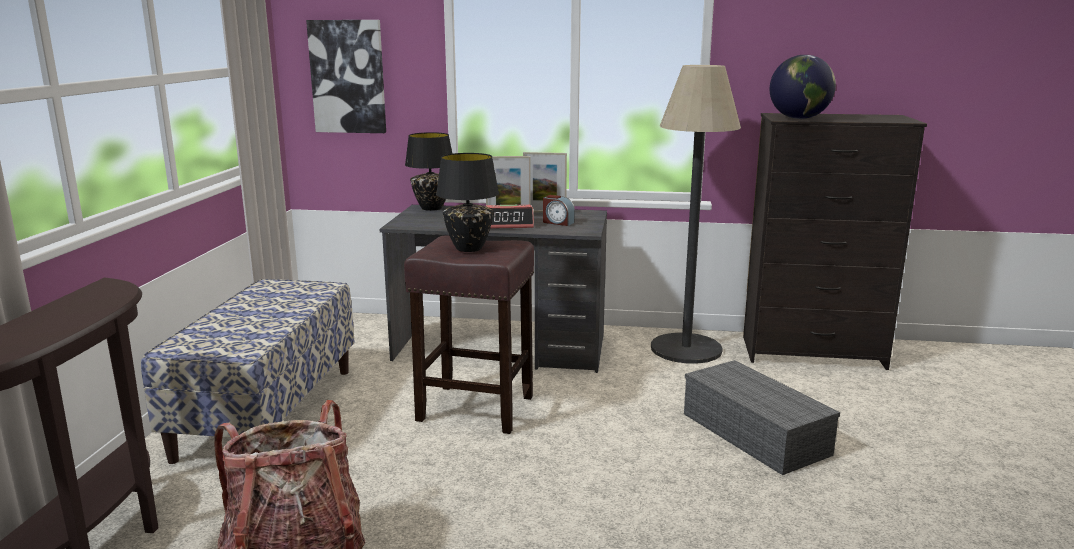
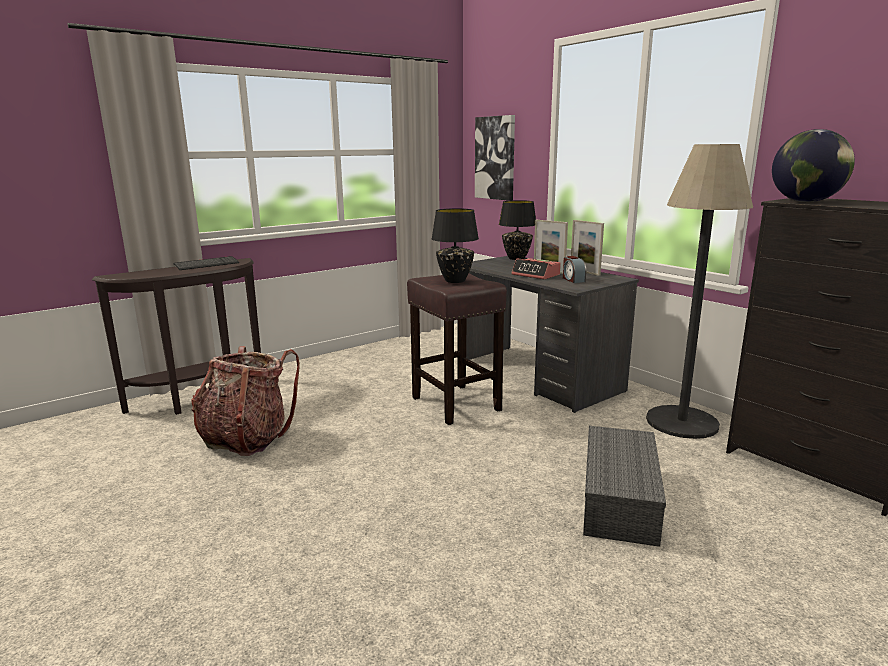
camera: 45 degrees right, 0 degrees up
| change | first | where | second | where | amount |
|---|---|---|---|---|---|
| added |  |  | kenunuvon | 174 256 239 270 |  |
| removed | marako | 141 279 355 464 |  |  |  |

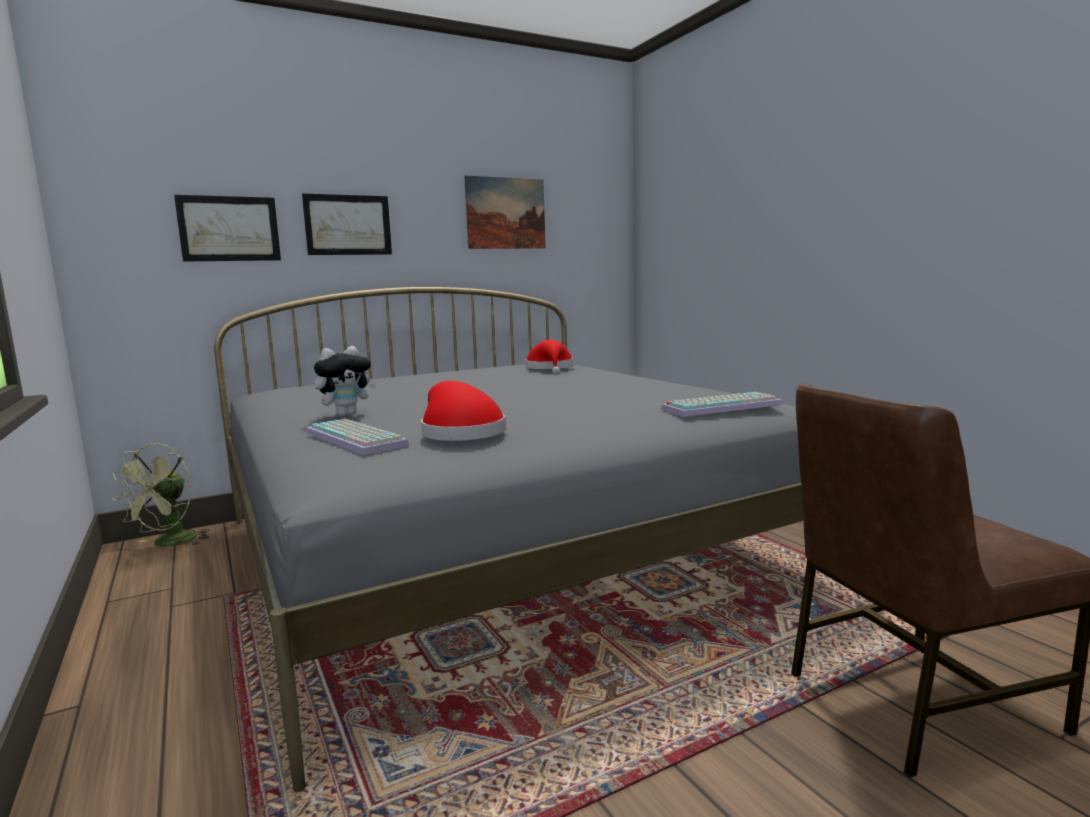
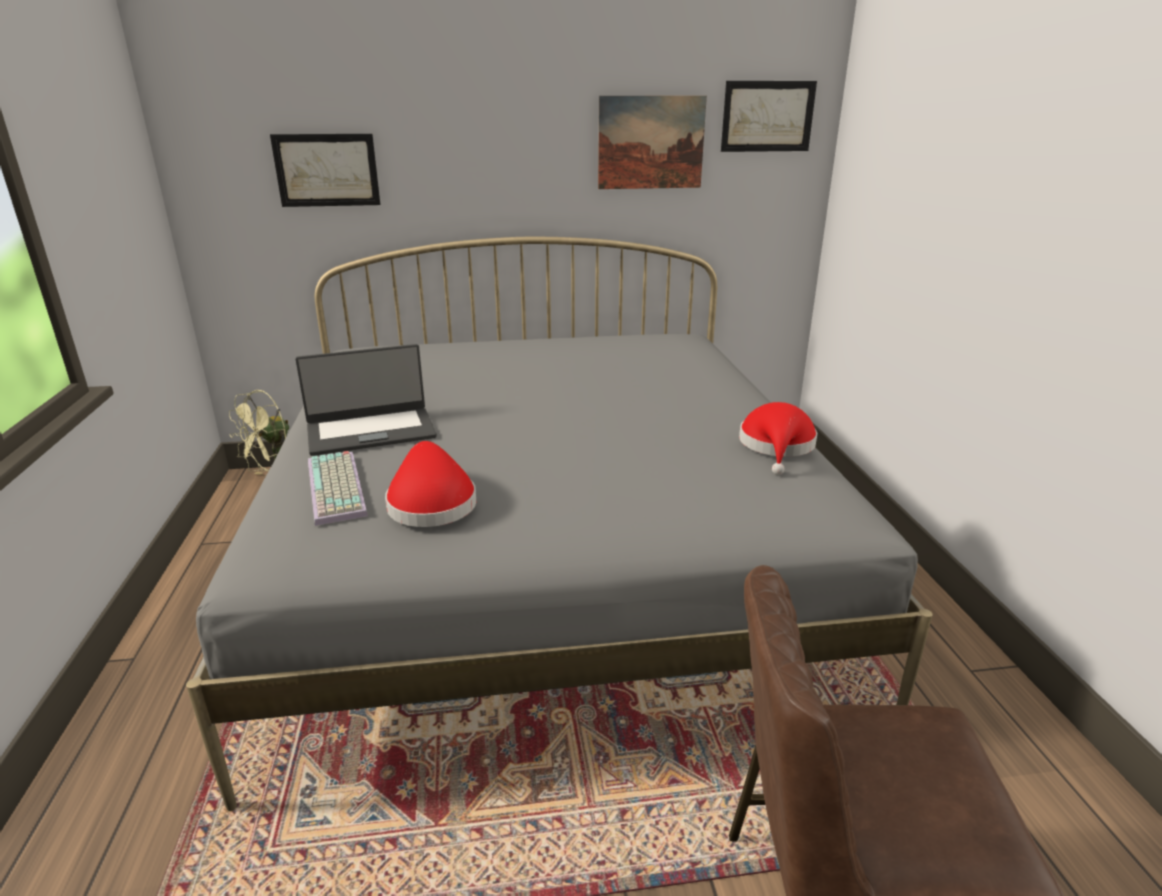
camera: 20 degrees right, 15 degrees up
| change | first | where | second | where | amount |
|---|---|---|---|---|---|
| replaced | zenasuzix | 314 346 376 416 | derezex | 295 344 437 456 |  |
| moved | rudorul | 302 193 392 255 |  | 721 81 817 152 |  |
| moved | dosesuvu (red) | 526 340 573 374 |  | 739 402 817 475 |  |
| removed | kenunuvon | 661 392 783 417 |  |  |  |

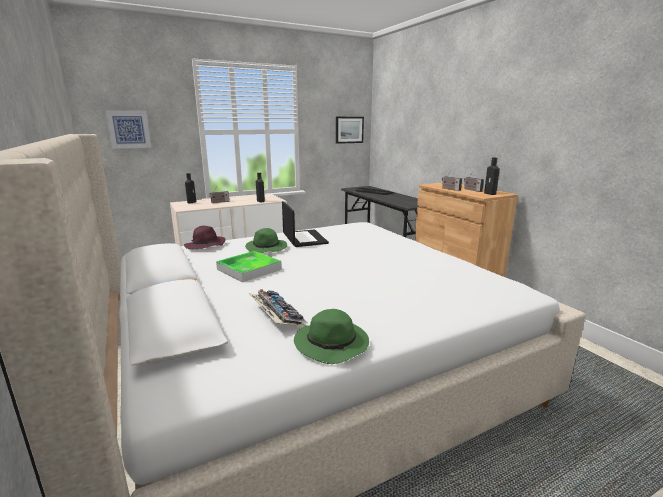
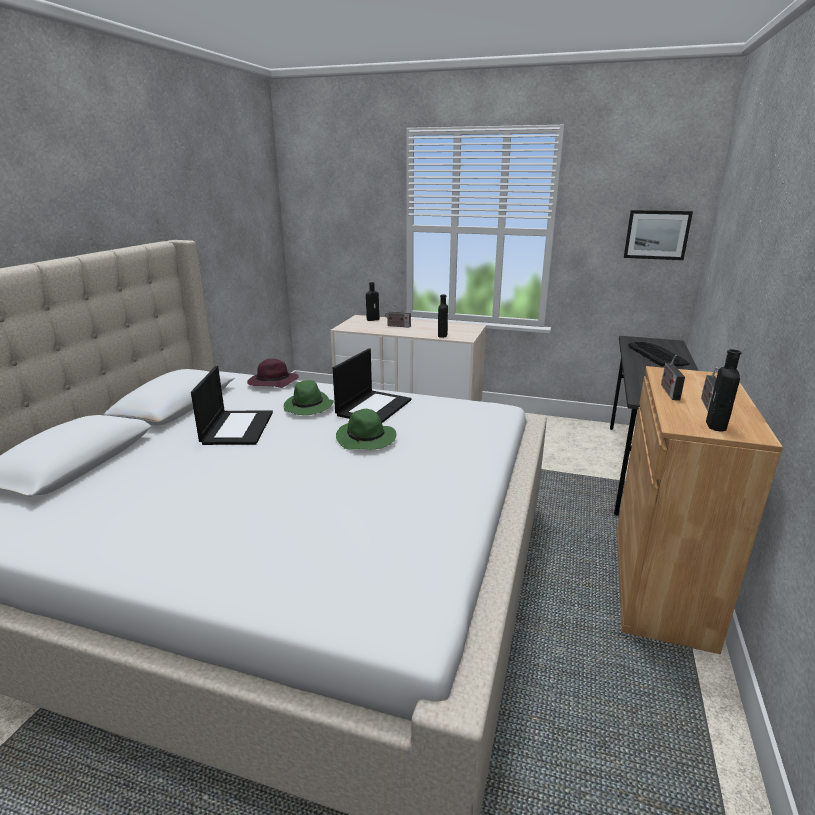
camera: 45 degrees right, 5 degrees up
| change | first | where | second | where | amount |
|---|---|---|---|---|---|
| replaced | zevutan | 216 251 282 282 | derezex | 191 366 273 445 |  |
| moved | dosesuvu (green) | 294 309 369 364 |  | 336 409 396 450 |  |
| removed | rudorul | 105 110 151 149 |  |  |  |
| removed | kenunuvon | 249 289 307 327 |  |  |  |

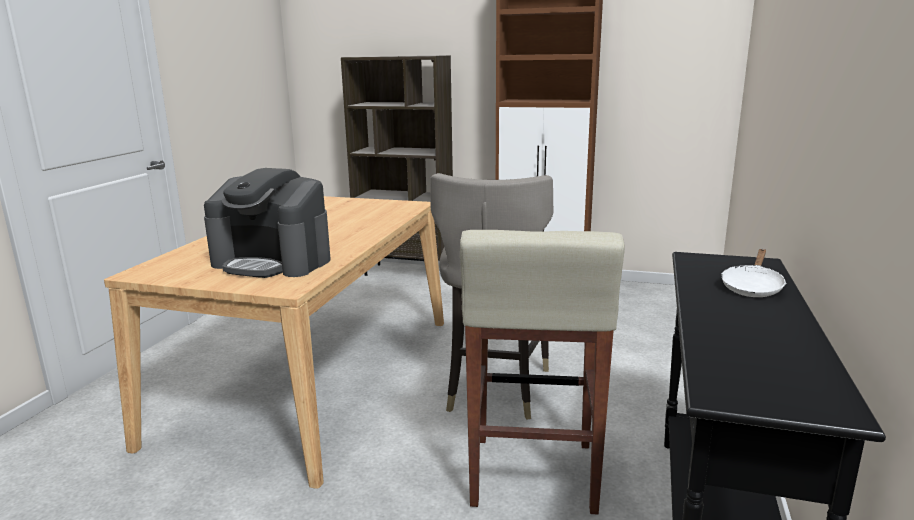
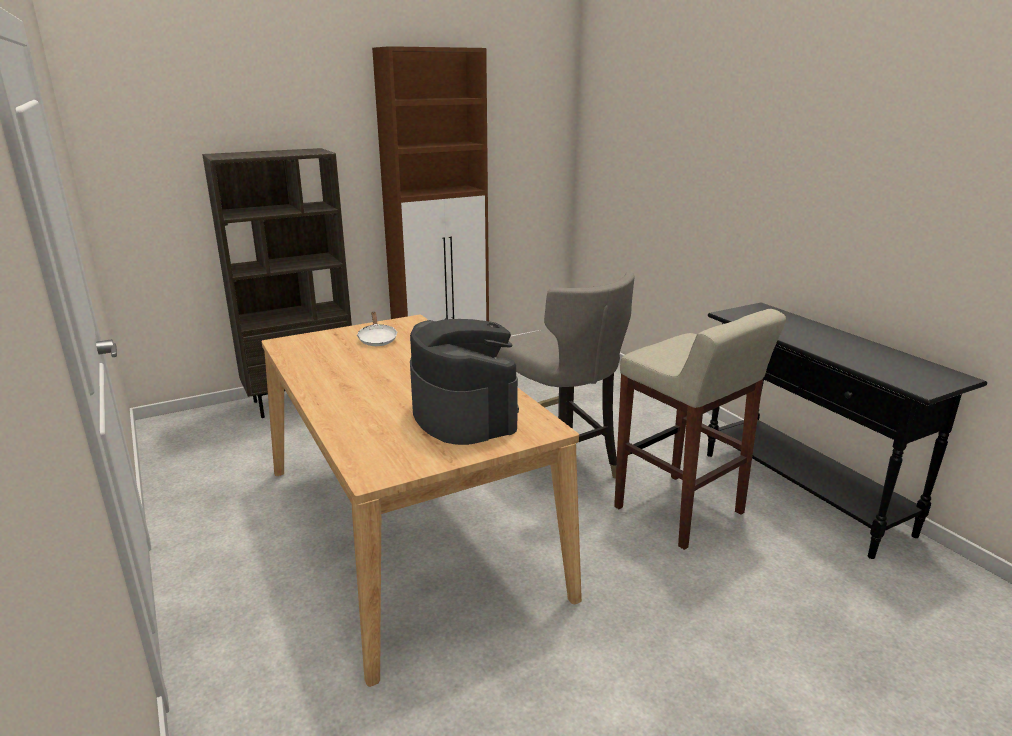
camera: 45 degrees left, 5 degrees up
| change | first | where | second | where | amount |
|---|---|---|---|---|---|
| moved | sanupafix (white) | 721 249 787 297 |  | 357 312 397 346 |  |
| turned | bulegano | 204 168 331 278 |  | 410 319 519 445 | 90 degrees counterclockwise |

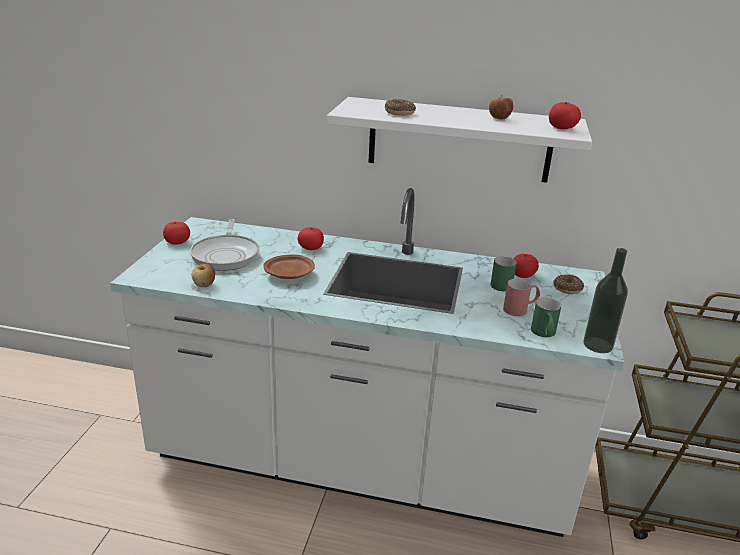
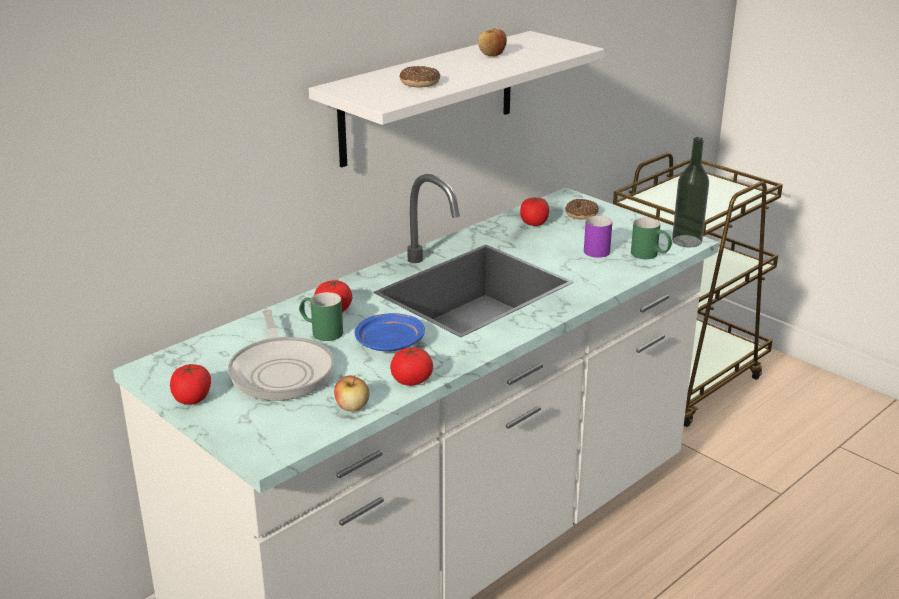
camera: 55 degrees left, 0 degrees up
| change | first | where | second | where | amount |
|---|---|---|---|---|---|
| turned | sanupafix | 190 219 259 271 |  | 228 310 334 401 | 45 degrees clockwise |
| moved | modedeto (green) | 491 256 517 291 |  | 299 292 343 341 |  |
| recoloured | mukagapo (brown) | 263 255 315 279 | mukagapo (blue) | 354 313 425 351 |  |
| moved | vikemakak | 549 102 581 129 |  | 390 347 433 386 |  |
| recoloured | modedeto (red) | 503 279 540 316 | modedeto (purple) | 584 216 612 258 |  |

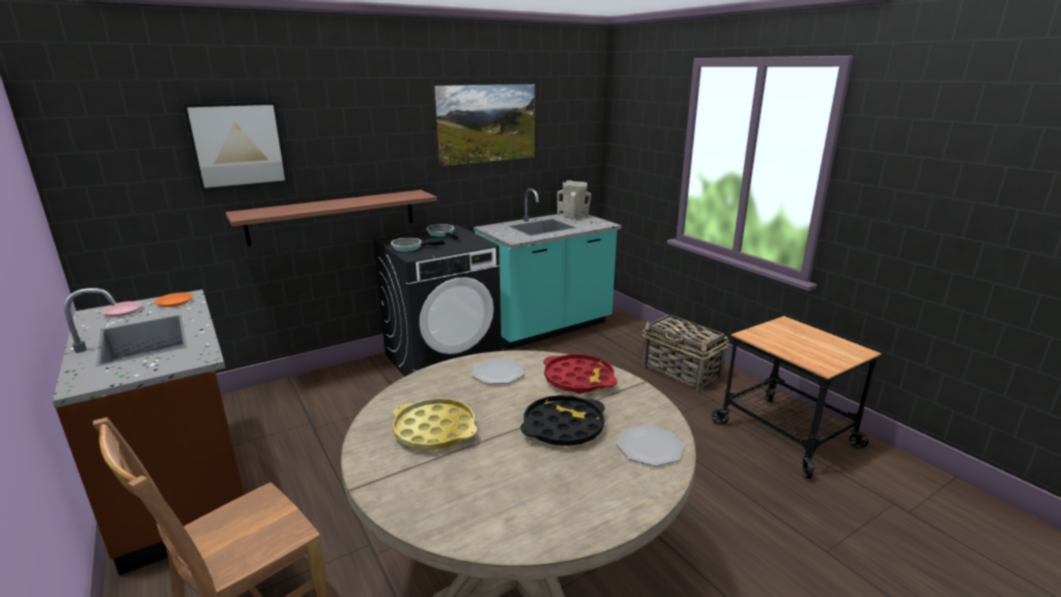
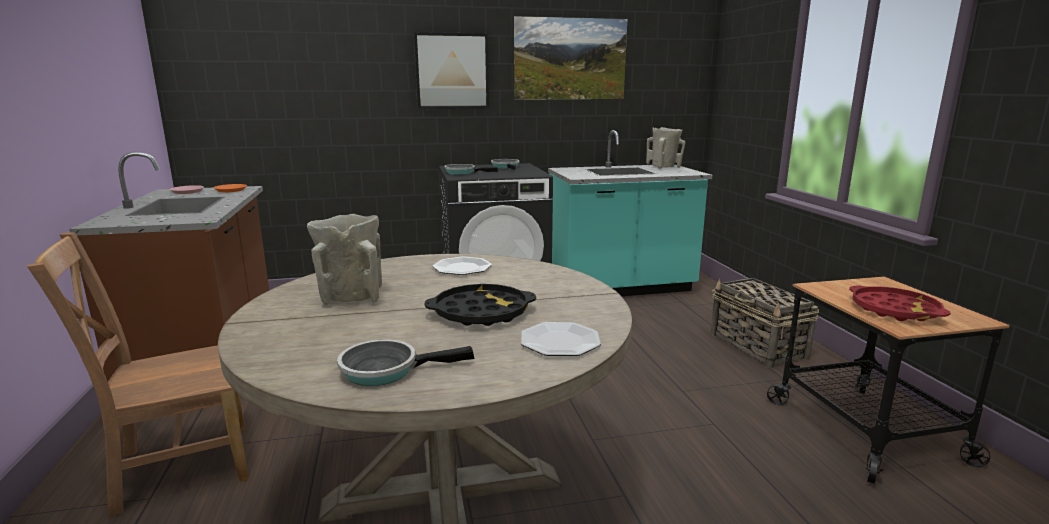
camera: 20 degrees right, 5 degrees down
| change | first | where | second | where | amount |
|---|---|---|---|---|---|
| replaced | zevutan (yellow) | 392 398 477 450 | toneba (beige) | 307 214 382 305 |  |
| added |  |  | sanupafix | 337 339 475 386 |  |
| moved | rudorul | 182 101 289 192 |  | 414 32 489 109 |  |
| moved | zevutan (red) | 543 354 617 394 |  | 849 285 950 321 |  |
| removed | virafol | 225 190 437 246 |  |  |  |

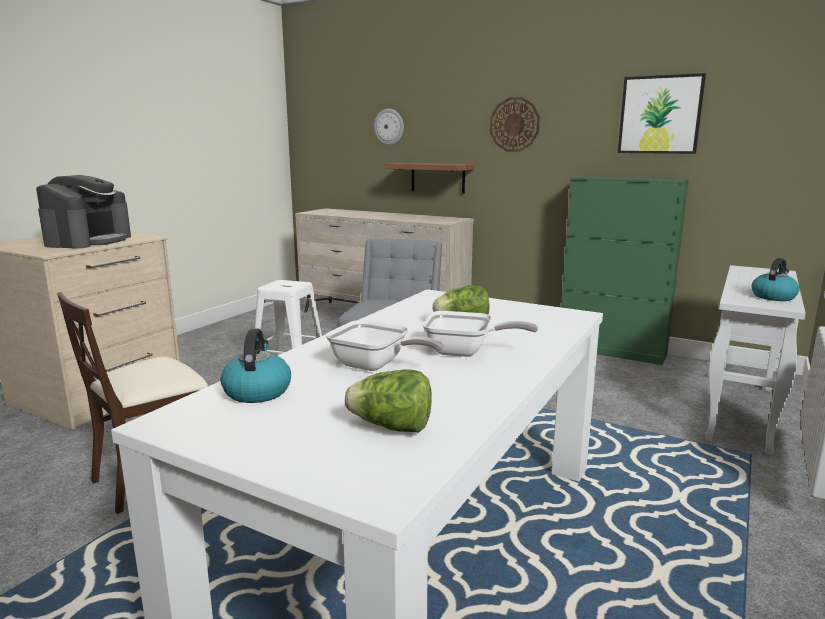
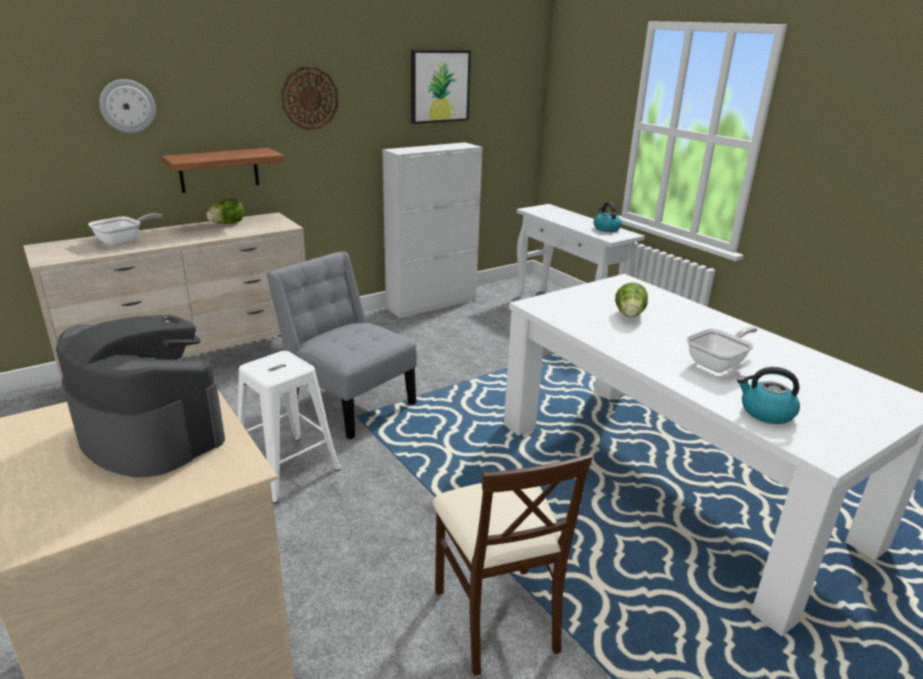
camera: 65 degrees left, 10 degrees up
| change | first | where | second | where | amount |
|---|---|---|---|---|---|
| moved | sanupafix | 423 311 538 357 |  | 88 213 162 246 |  |
| moved | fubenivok | 345 369 432 433 |  | 206 198 244 224 |  |
| recoloured | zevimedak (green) | 561 176 689 365 | zevimedak (white) | 382 142 483 318 |  |

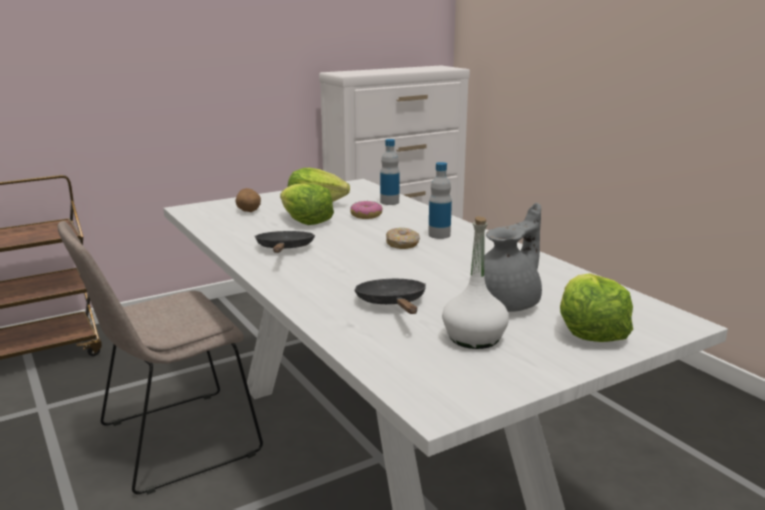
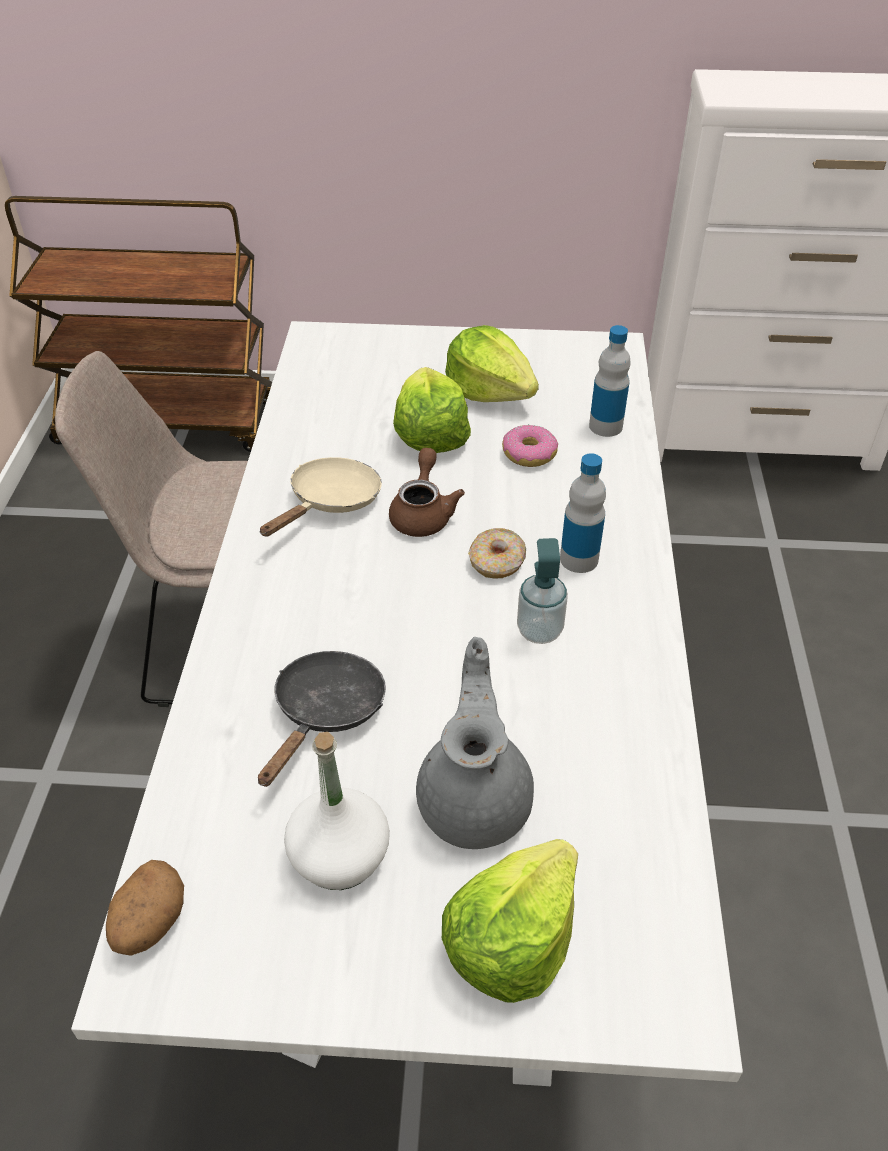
camera: 35 degrees right, 25 degrees up
| change | first | where | second | where | amount |
|---|---|---|---|---|---|
| moved | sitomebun | 235 188 261 212 |  | 106 860 184 956 |  |
| recoloured | sanupafix (black) | 255 231 315 253 | sanupafix (beige) | 260 457 382 537 |  |
| added |  |  | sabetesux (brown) | 389 448 465 537 |  |
| turned | sabetesux (grey) | 484 203 542 312 |  | 416 637 534 849 | 75 degrees counterclockwise |
| added |  |  | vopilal | 517 538 568 644 |  |

